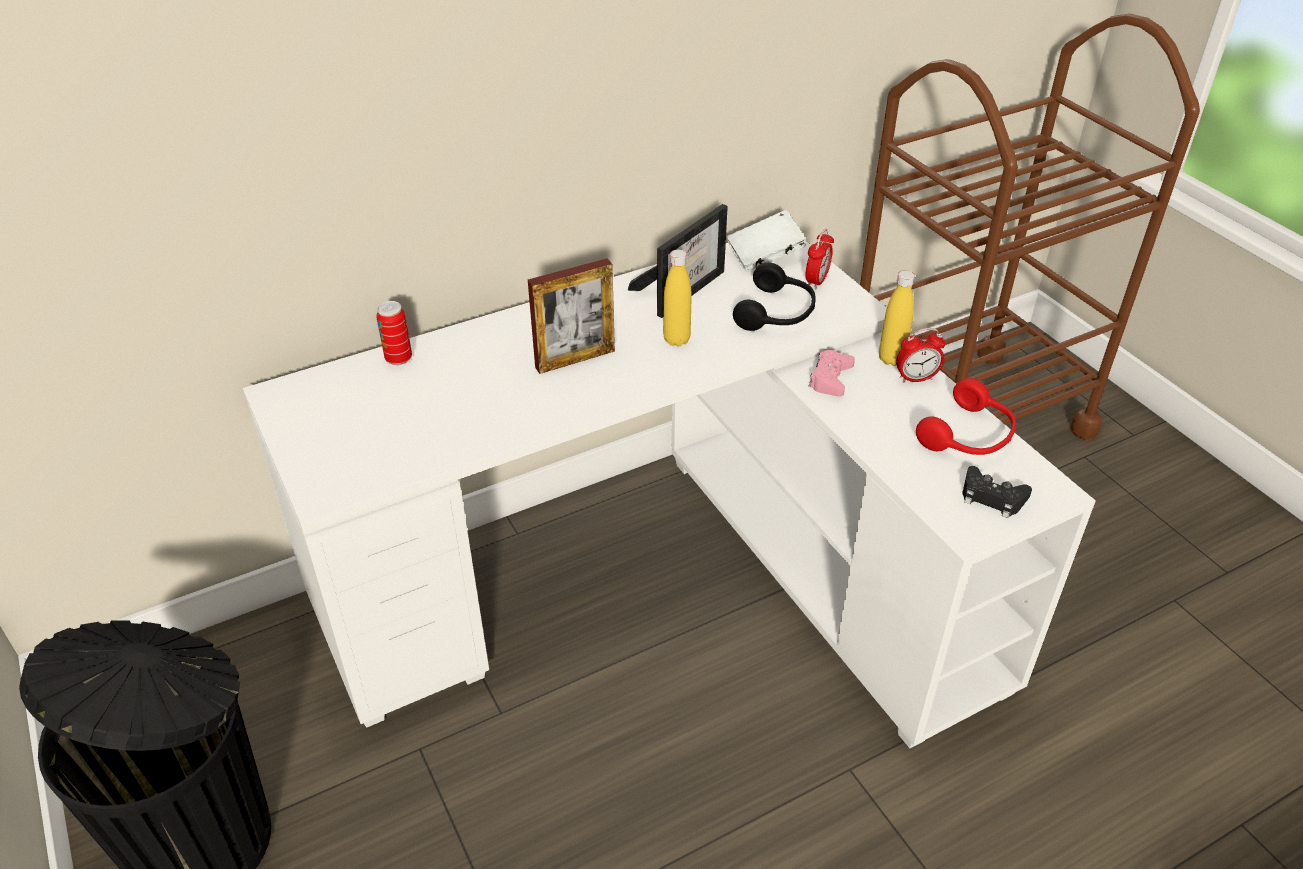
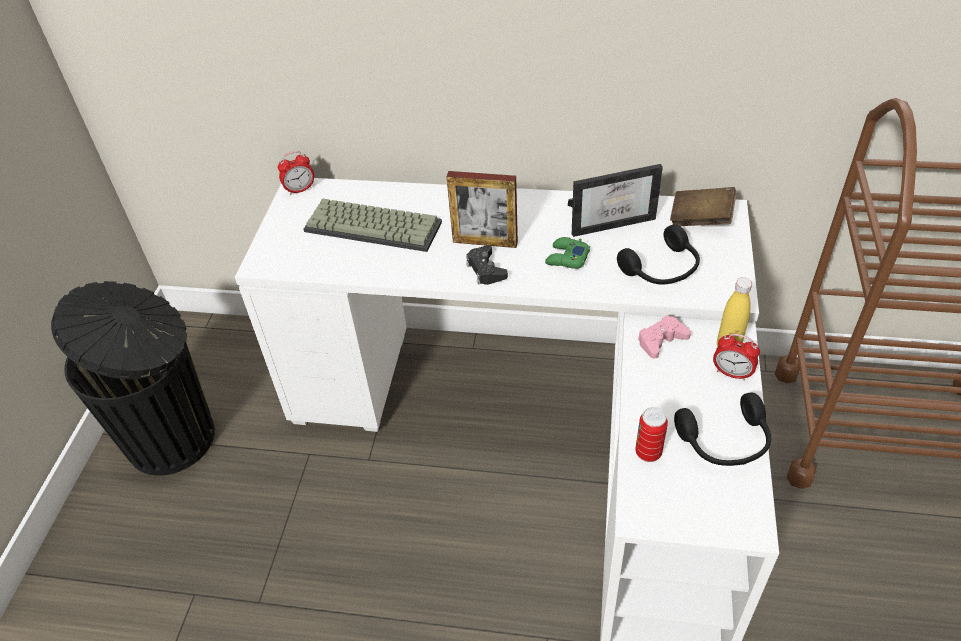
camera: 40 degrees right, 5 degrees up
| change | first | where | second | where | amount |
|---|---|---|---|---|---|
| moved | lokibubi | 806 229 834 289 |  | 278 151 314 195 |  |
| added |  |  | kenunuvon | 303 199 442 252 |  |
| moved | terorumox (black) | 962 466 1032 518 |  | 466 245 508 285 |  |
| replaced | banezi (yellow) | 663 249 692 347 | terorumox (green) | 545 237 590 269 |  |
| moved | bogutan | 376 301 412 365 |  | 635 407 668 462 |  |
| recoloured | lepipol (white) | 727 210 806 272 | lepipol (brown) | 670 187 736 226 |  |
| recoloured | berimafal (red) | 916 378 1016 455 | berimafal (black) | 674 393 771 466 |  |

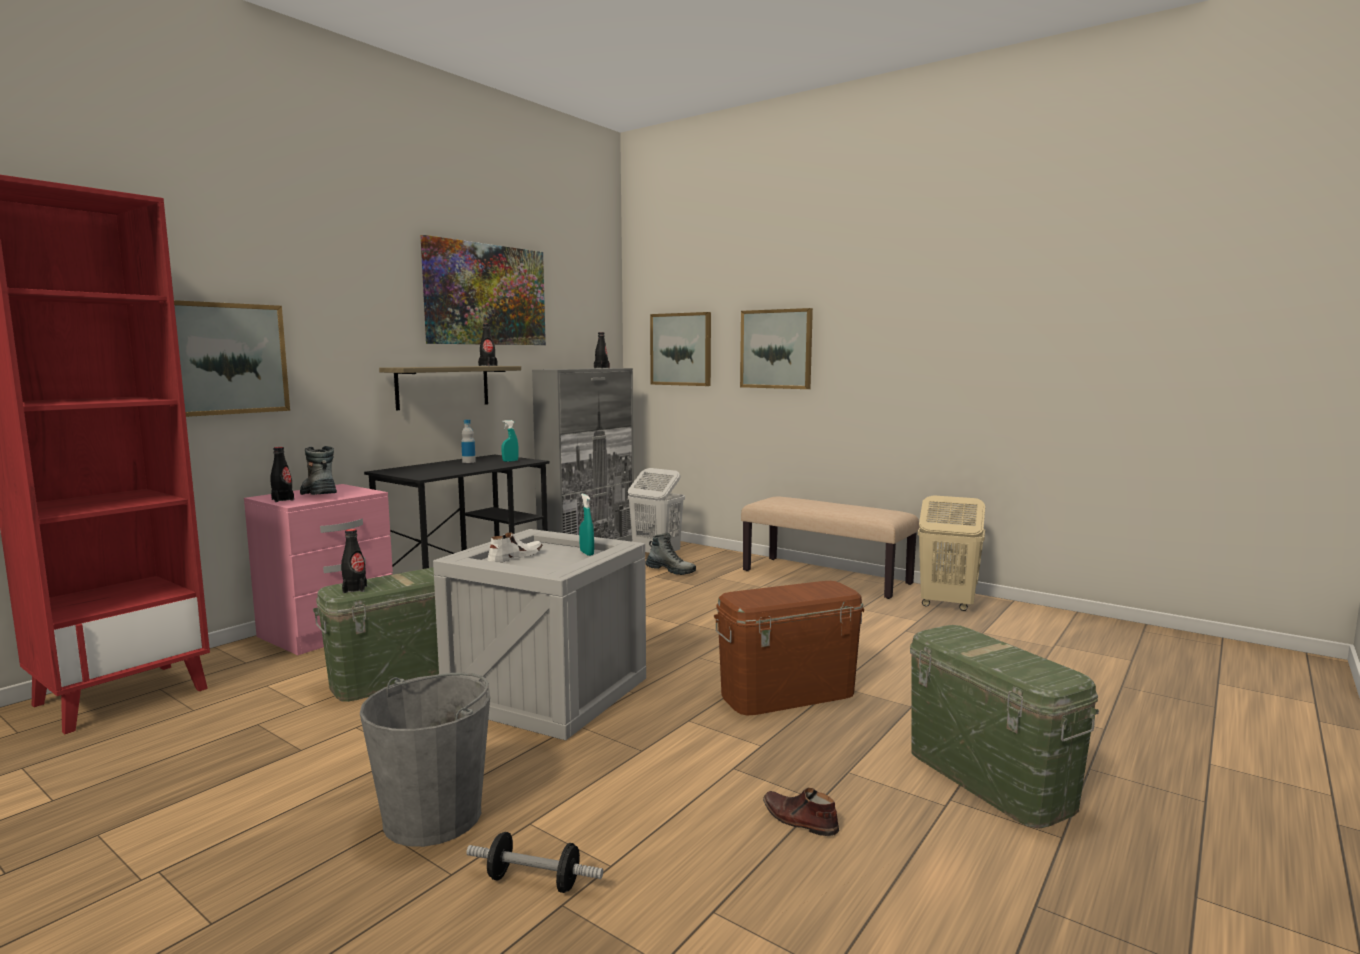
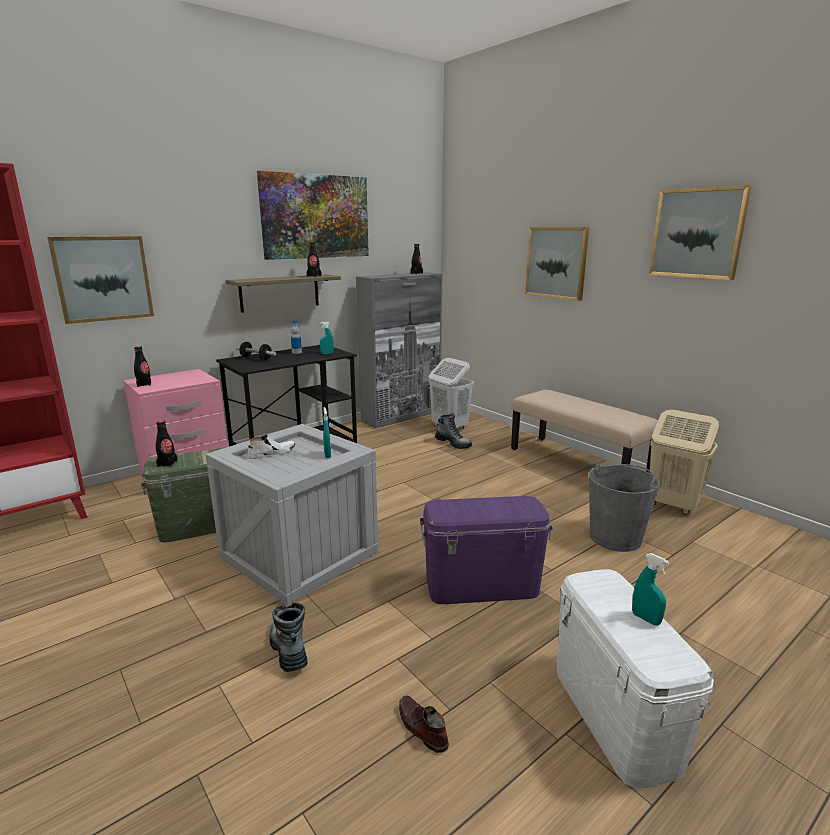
camera: 15 degrees right, 10 degrees up
| change | first | where | second | where | amount |
|---|---|---|---|---|---|
| moved | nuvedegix | 466 832 603 893 |  | 236 342 276 360 |  |
| moved | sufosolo | 300 446 337 495 |  | 269 603 308 672 |  |
| recoloured | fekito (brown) | 714 581 864 716 | fekito (purple) | 420 496 553 604 |  |
| recoloured | fekito (green) | 910 625 1099 829 | fekito (white) | 557 569 714 788 |  |
| moved | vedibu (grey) | 360 673 490 847 |  | 589 464 660 552 |  |
| added |  |  | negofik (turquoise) | 632 553 669 626 |  |
| moved | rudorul | 650 312 711 386 |  | 649 185 752 280 |  |

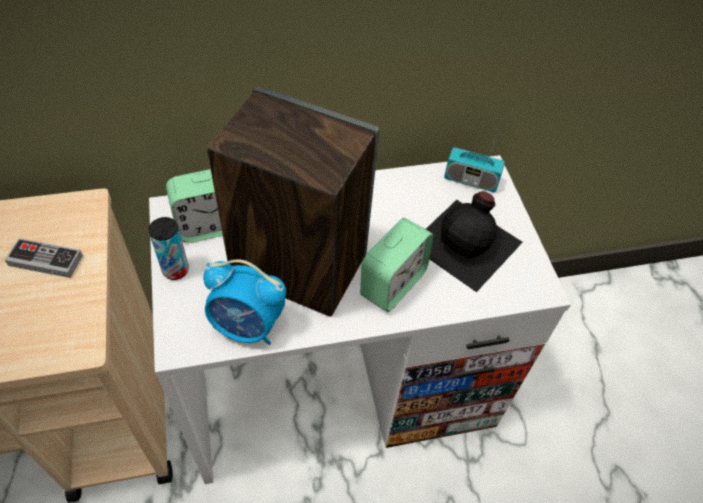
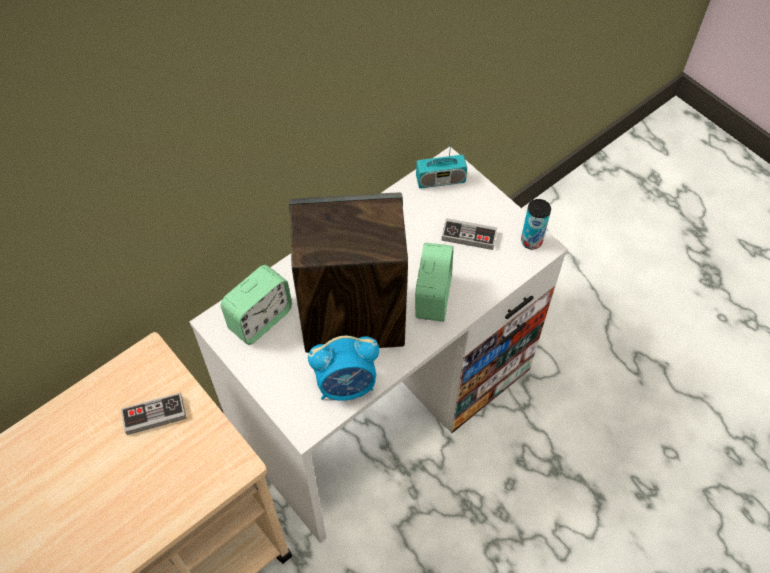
camera: 25 degrees left, 5 degrees up
| change | first | where | second | where | amount |
|---|---|---|---|---|---|
| replaced | banezi (black) | 426 191 523 292 | terorumox | 441 218 497 250 |  |
| moved | bogutan | 148 217 189 280 |  | 521 199 551 249 |  |

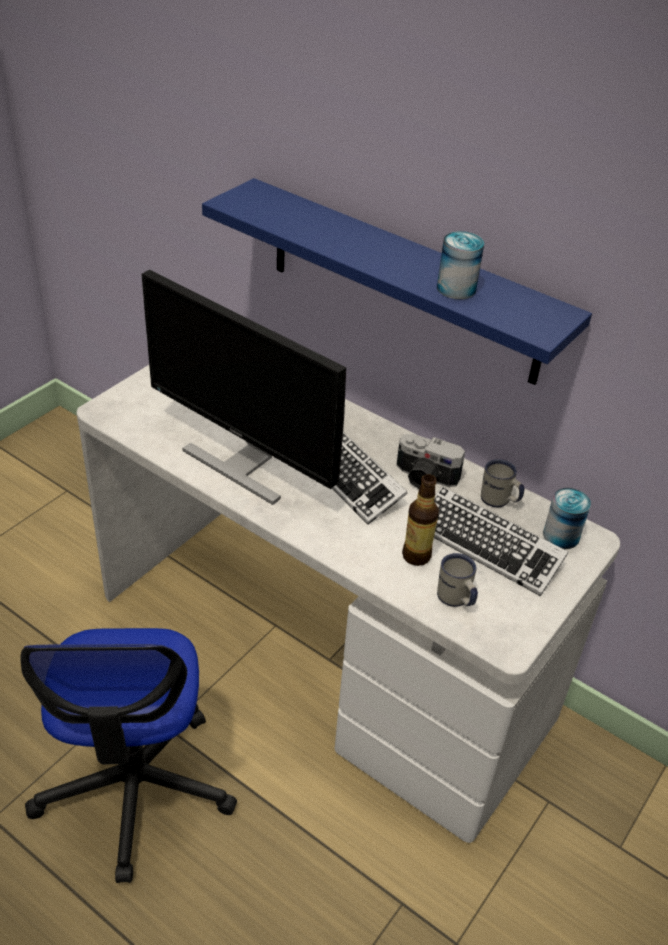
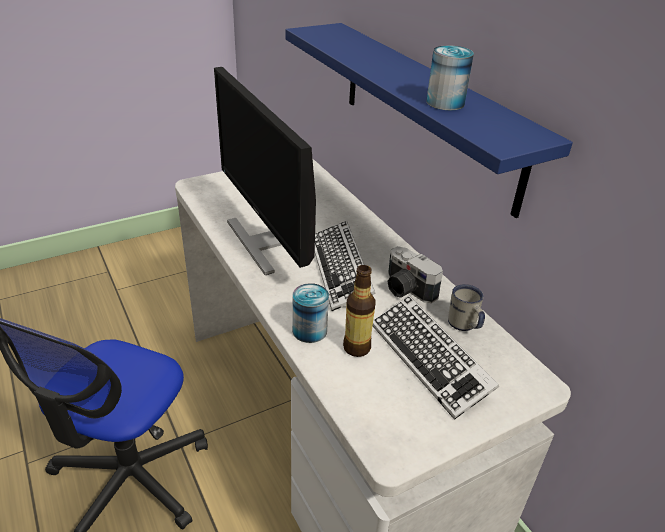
camera: 25 degrees right, 5 degrees down
| change | first | where | second | where | amount |
|---|---|---|---|---|---|
| moved | bogutan | 543 488 591 549 |  | 292 283 329 343 |  |
| removed | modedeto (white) | 437 553 478 607 |  |  |  |

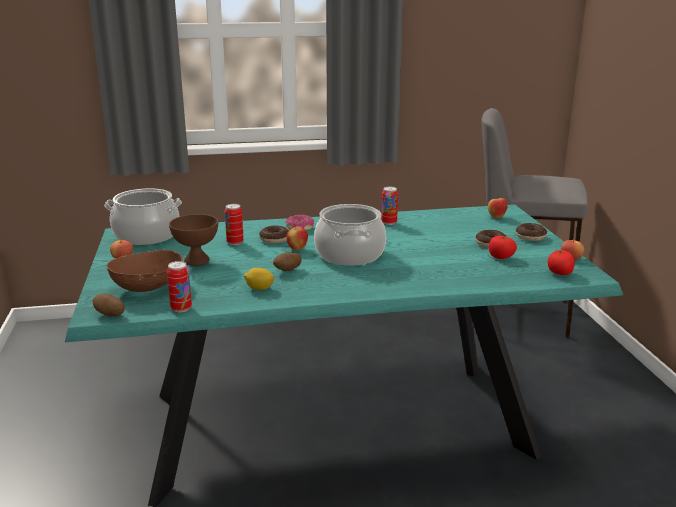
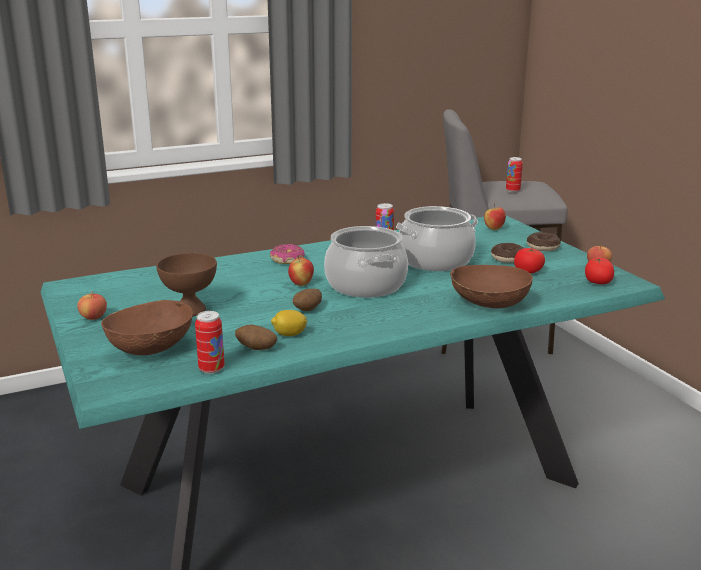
camera: 15 degrees left, 0 degrees up
| change | first | where | second | where | amount |
|---|---|---|---|---|---|
| moved | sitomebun | 93 293 125 317 |  | 235 325 277 350 |  |
| moved | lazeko | 104 188 182 245 |  | 396 206 478 271 |  |
| added |  |  | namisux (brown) | 450 265 533 308 |  |
| moved | bogutan | 225 204 244 245 |  | 506 157 523 192 |  |
| removed | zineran | 259 226 289 244 |  |  |  |

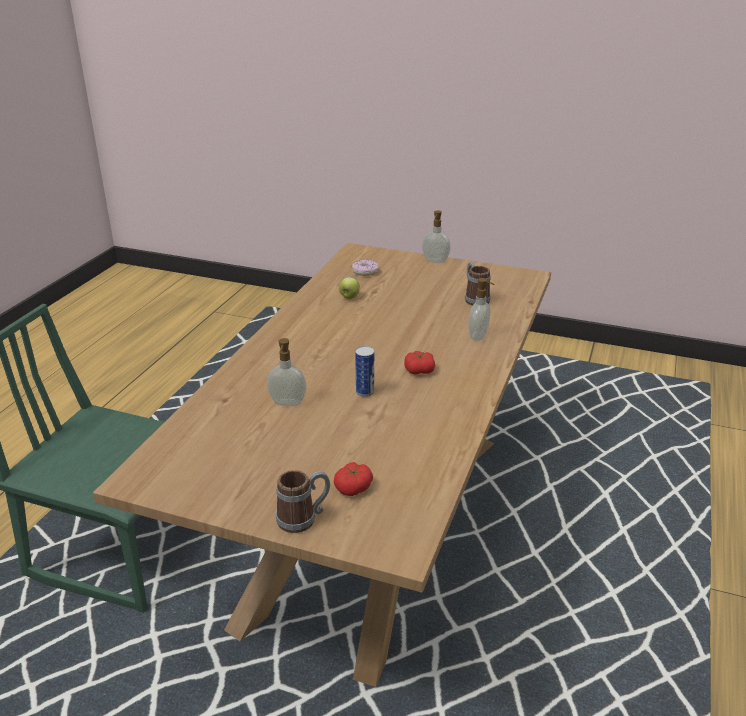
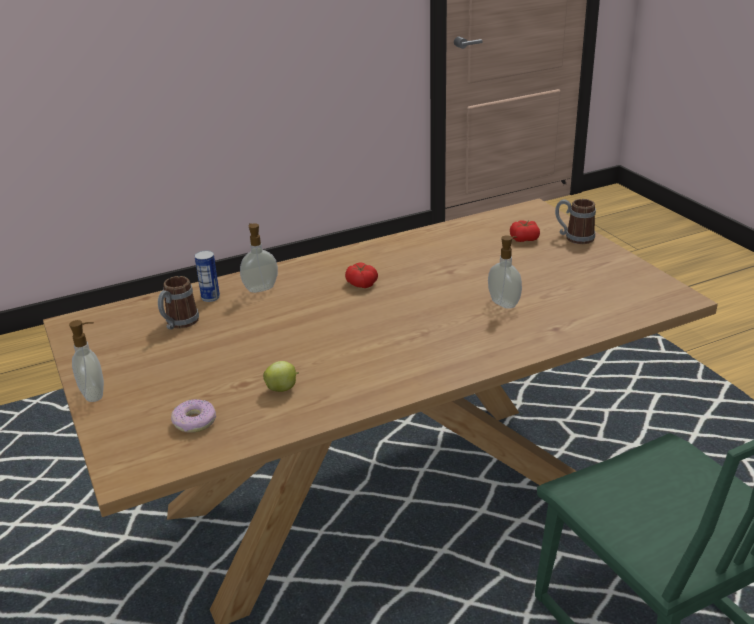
camera: 135 degrees left, 0 degrees up
| change | first | where | second | where | amount |
|---|---|---|---|---|---|
| moved | bogutan | 355 346 374 397 |  | 195 250 220 302 |  |

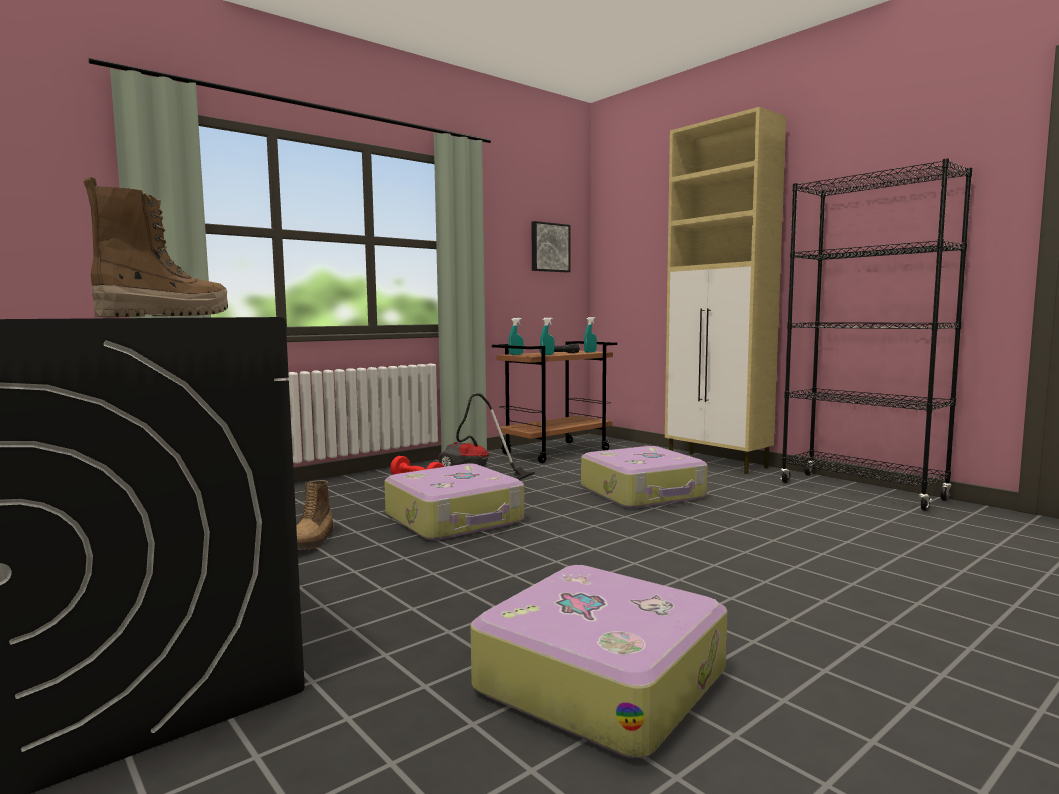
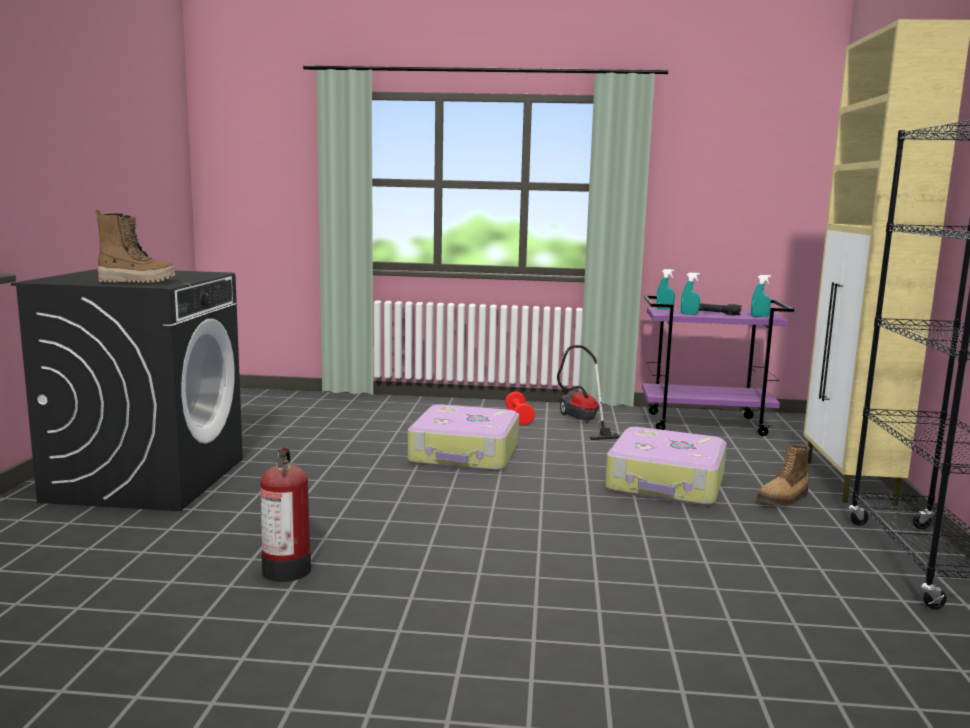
camera: 45 degrees right, 5 degrees up
| change | first | where | second | where | amount |
|---|---|---|---|---|---|
| replaced | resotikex | 470 565 727 758 | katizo | 260 447 311 582 |  |
| recoloured | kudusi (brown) | 492 341 617 463 | kudusi (purple) | 642 295 794 436 |  |
| moved | sufosolo | 296 480 334 550 |  | 756 444 810 506 |  |
| removed | rudorul | 531 221 570 272 |  |  |  |

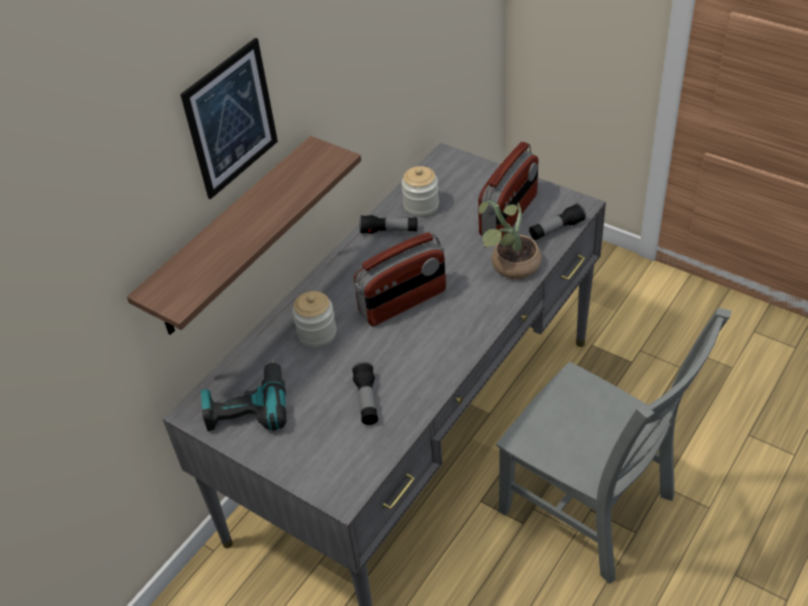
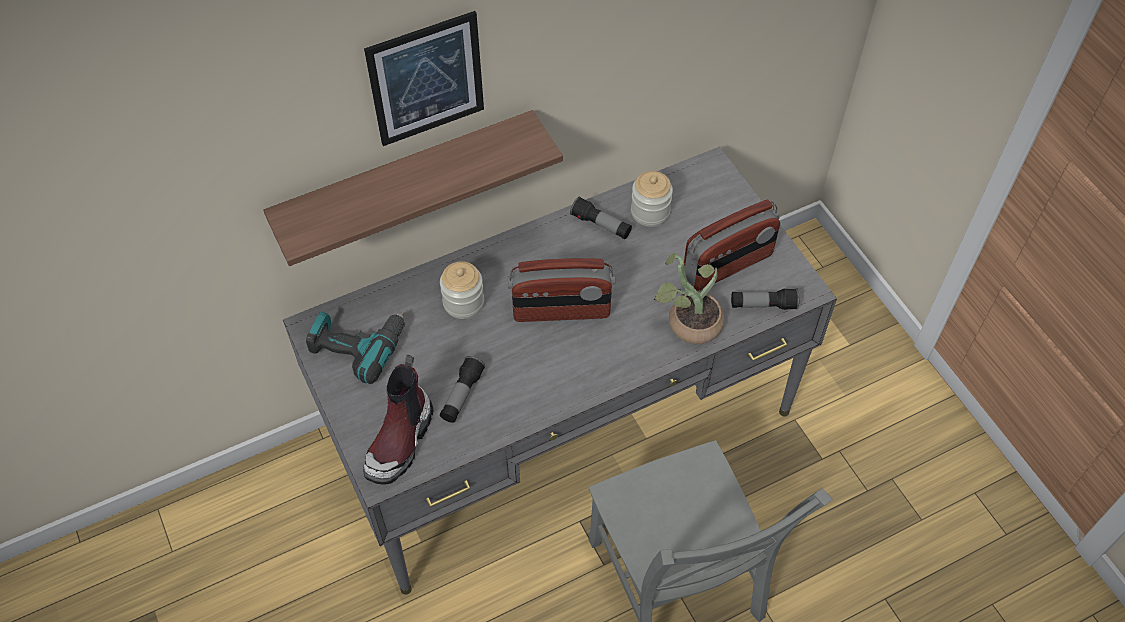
camera: 25 degrees right, 10 degrees up
| change | first | where | second | where | amount |
|---|---|---|---|---|---|
| added |  |  | sufosolo | 363 355 434 484 |  |

